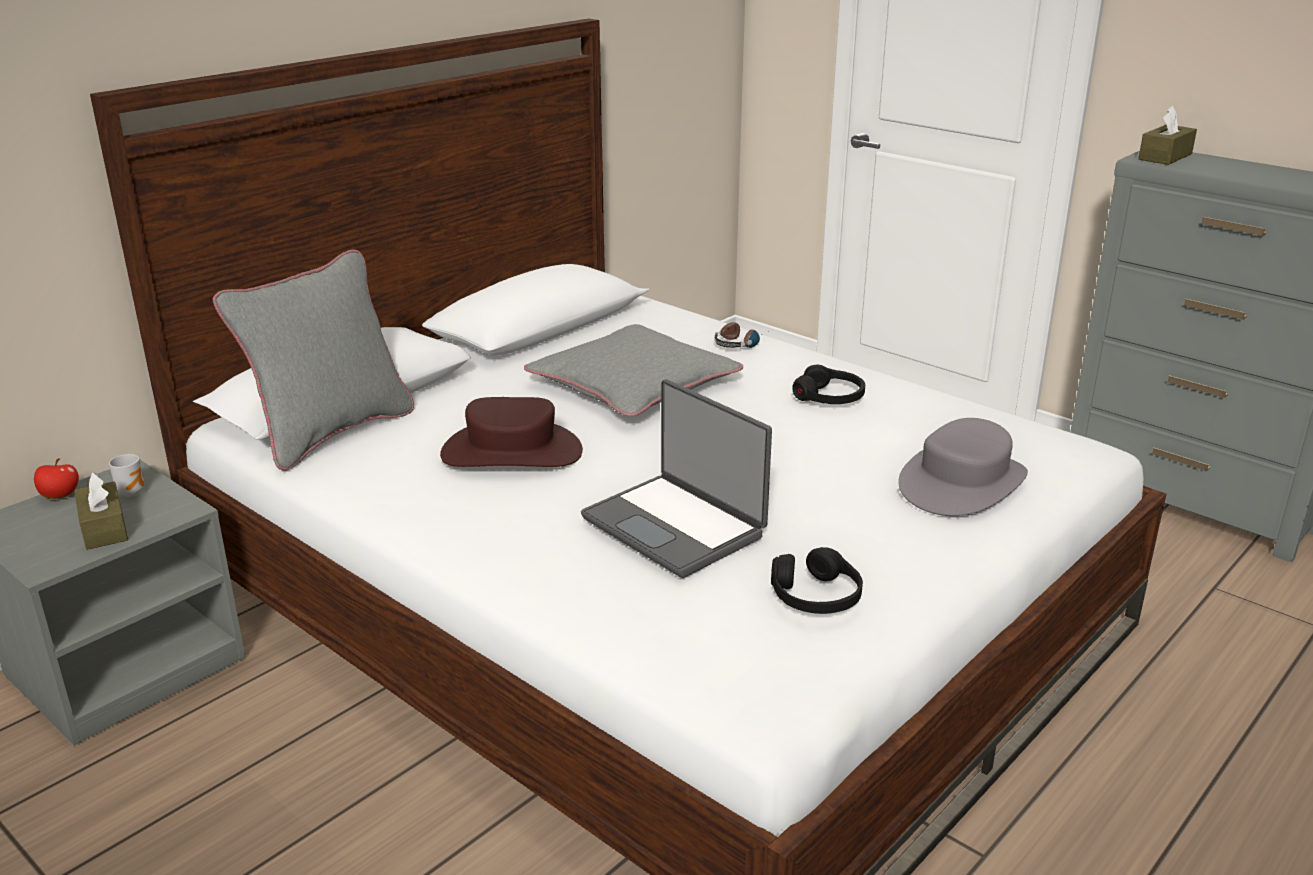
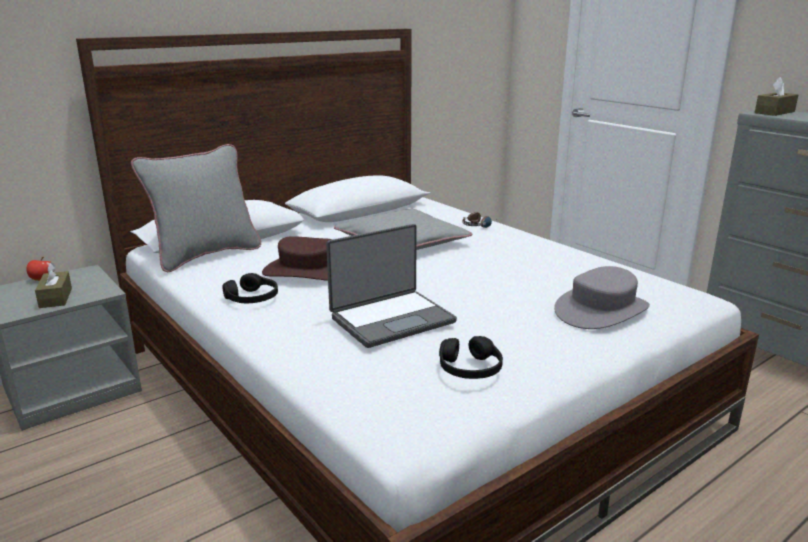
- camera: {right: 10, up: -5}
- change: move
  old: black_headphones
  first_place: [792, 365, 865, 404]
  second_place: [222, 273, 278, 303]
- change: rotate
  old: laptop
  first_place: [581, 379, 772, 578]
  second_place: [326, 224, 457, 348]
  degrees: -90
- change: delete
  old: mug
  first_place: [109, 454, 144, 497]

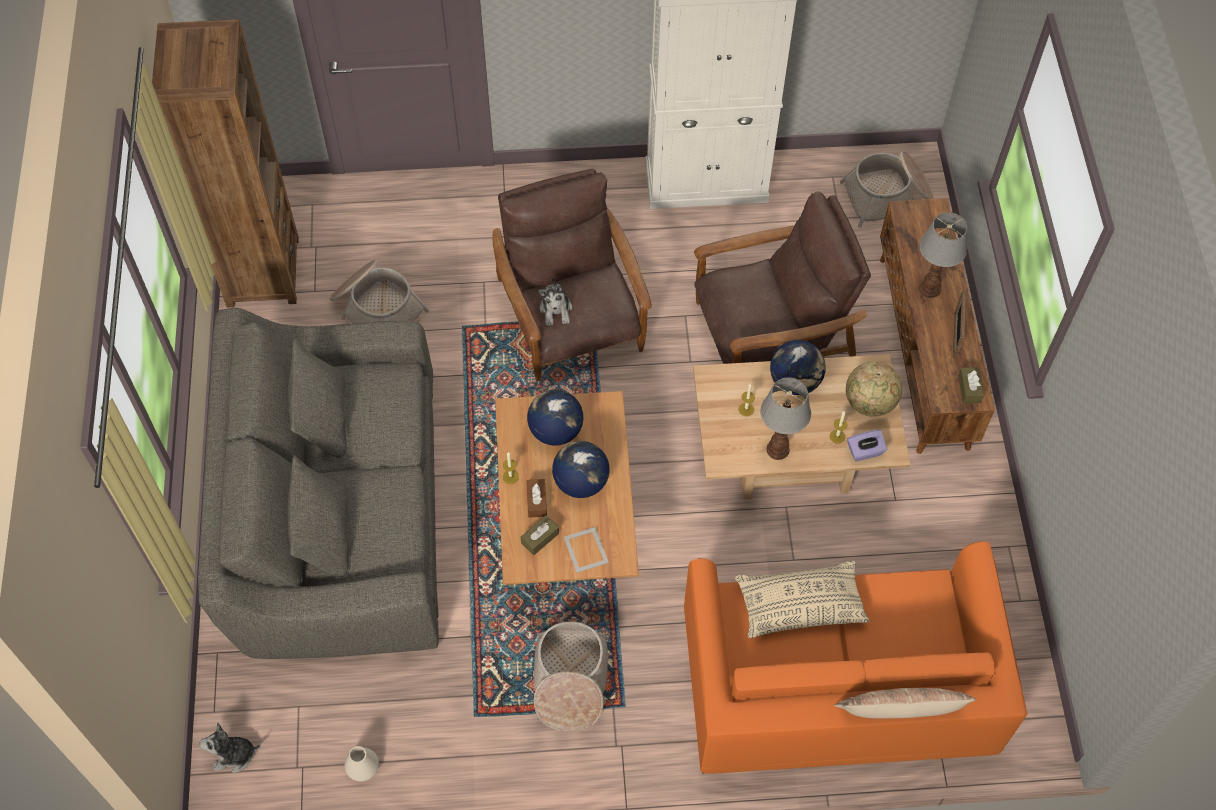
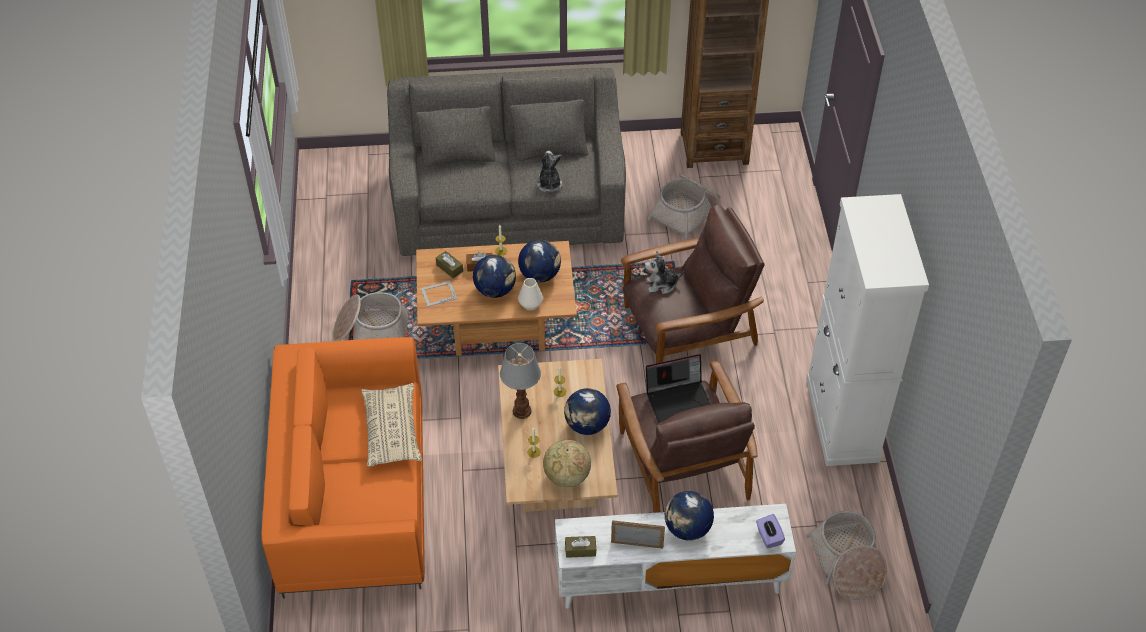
- camera: {right: 90, up: -10}
- change: move
  old: white_vase
  first_place: [345, 746, 379, 781]
  second_place: [518, 278, 543, 310]
- change: move
  old: plush_toy
  first_place: [199, 722, 261, 773]
  second_place: [537, 151, 562, 192]
- change: recolor
  old: brown_tv_stand
  new: white_tv_stand
  first_place: [880, 198, 994, 454]
  second_place: [555, 504, 796, 609]
- change: insert
  new: laptop
  second_place: [646, 354, 711, 423]
- change: replace
  old: table_lamp
  new: globe
  first_place: [919, 212, 967, 298]
  second_place: [665, 491, 714, 540]
- change: move
  old: purple_tissue_box
  first_place: [847, 430, 887, 462]
  second_place: [756, 514, 785, 549]
- change: delete
  old: pillow
  first_place: [834, 688, 976, 719]

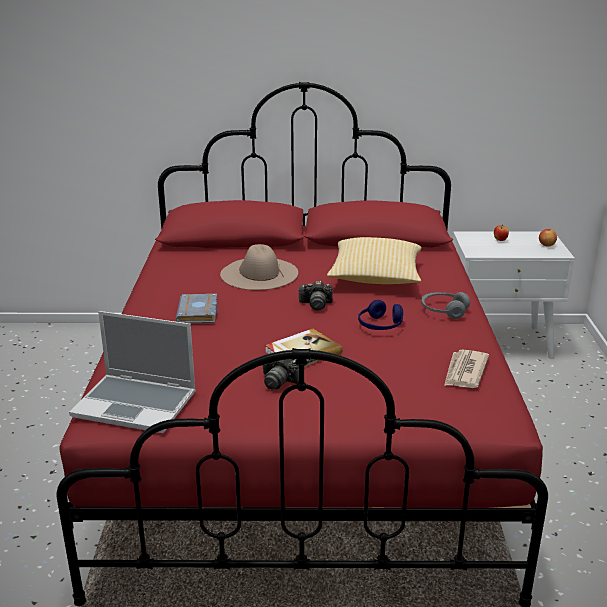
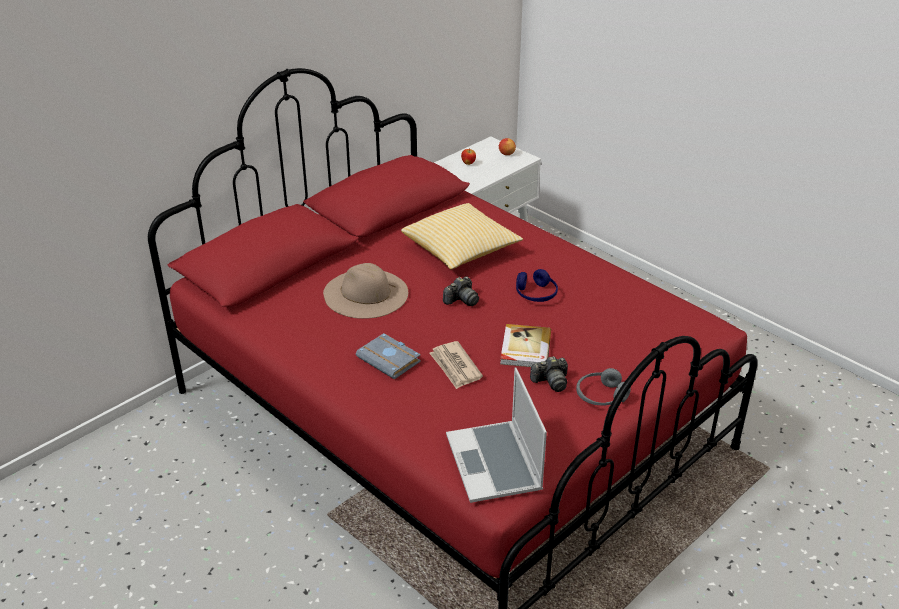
- camera: {right: -45, up: 10}
- change: move
  old: newspaper
  first_place: [444, 350, 489, 388]
  second_place: [429, 341, 483, 389]
- change: rotate
  old: laptop
  first_place: [69, 311, 196, 433]
  second_place: [446, 367, 547, 503]
  degrees: 105
- change: move
  old: grey_headphones
  first_place: [421, 292, 470, 319]
  second_place: [576, 368, 631, 405]

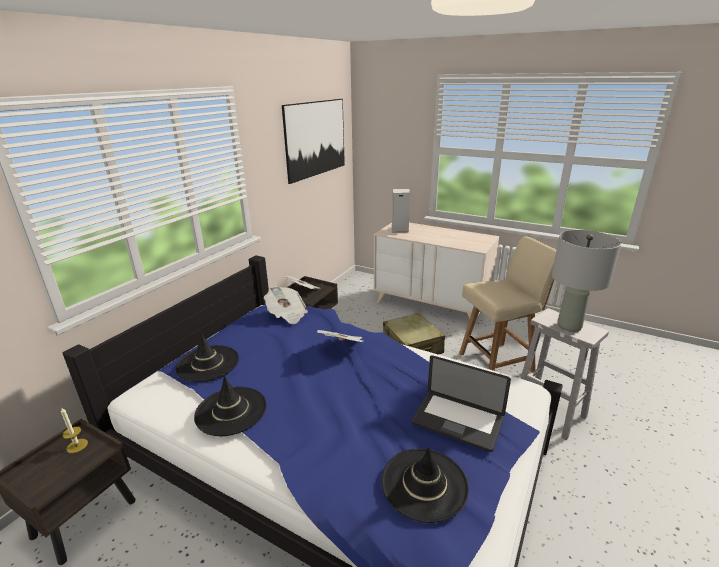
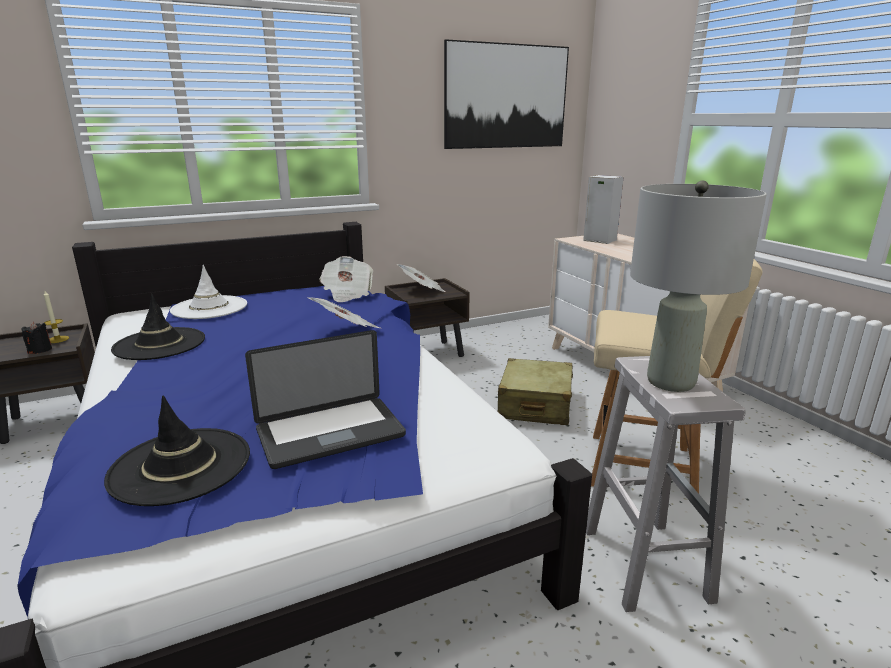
- camera: {right: 35, up: -5}
- change: insert
  new: black_candle
  second_place: [22, 321, 52, 354]
- change: recolor
  old: black_hat
  new: white_hat
  first_place: [176, 332, 239, 382]
  second_place: [170, 265, 247, 319]
- change: rotate
  old: laptop
  first_place: [411, 355, 511, 452]
  second_place: [245, 330, 406, 469]
  degrees: -90

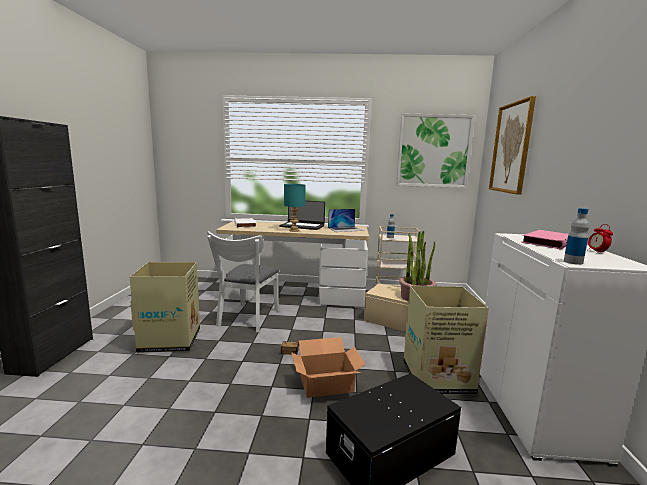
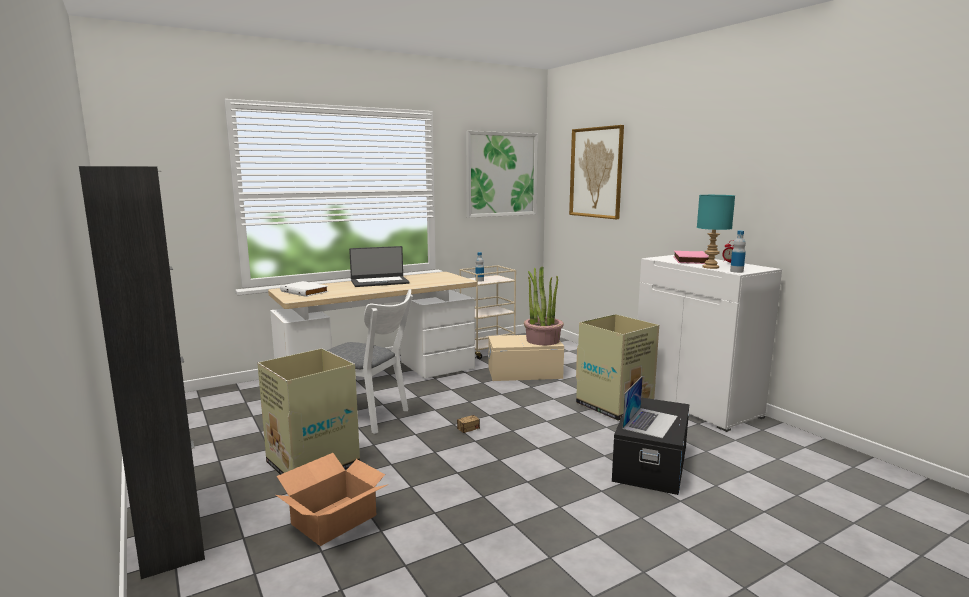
- camera: {right: -35, up: 0}
- change: move
  old: cardboard_box
  first_place: [291, 337, 366, 398]
  second_place: [276, 453, 389, 546]
- change: rotate
  old: white_chair
  first_place: [207, 231, 279, 332]
  second_place: [327, 289, 413, 434]
  degrees: -45
- change: move
  old: laptop
  first_place: [328, 209, 364, 232]
  second_place: [623, 376, 678, 439]
- change: move
  old: turquoise_table_lamp
  first_place: [284, 184, 306, 232]
  second_place: [697, 195, 735, 269]

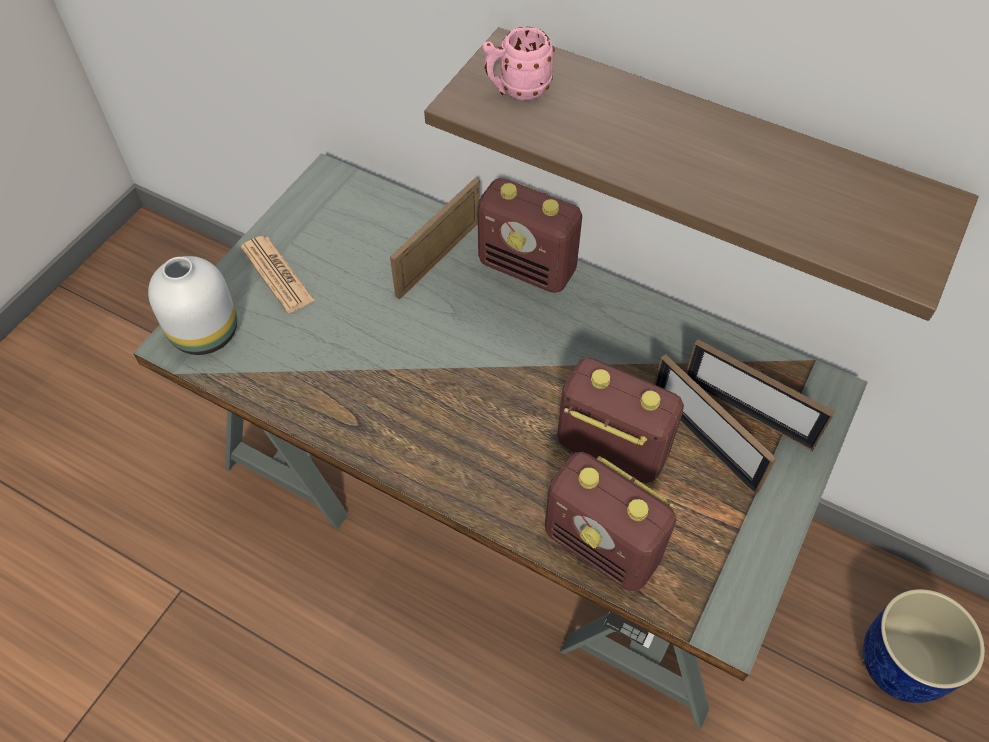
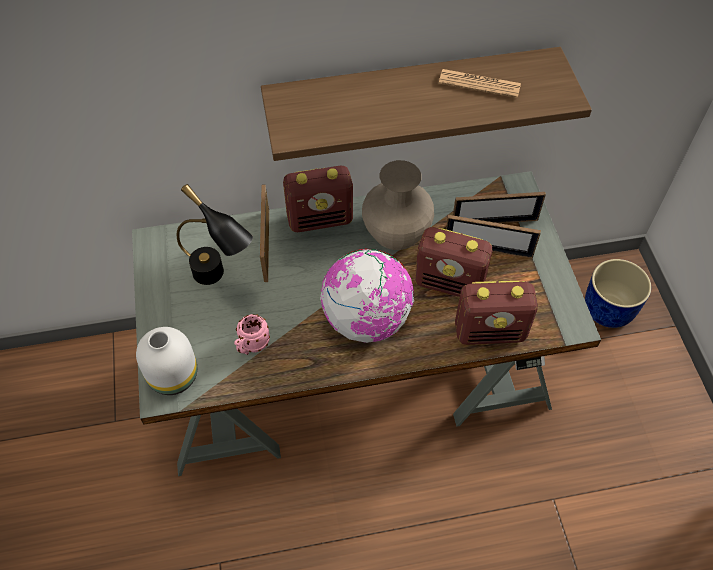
- camera: {right: -40, up: 0}
- change: insert
  new: black_table_lamp
  second_place: [177, 184, 253, 285]
- change: move
  old: pink_mug
  first_place: [482, 27, 555, 100]
  second_place: [234, 314, 270, 355]
- change: insert
  new: globe
  second_place: [320, 249, 414, 343]
- change: insert
  new: beige_vase
  second_place: [362, 160, 434, 250]
- change: rotate
  old: radio
  first_place: [557, 358, 684, 483]
  second_place: [415, 227, 492, 297]
  degrees: -150
- change: move
  old: newspaper
  first_place: [240, 236, 315, 313]
  second_place: [439, 69, 521, 98]

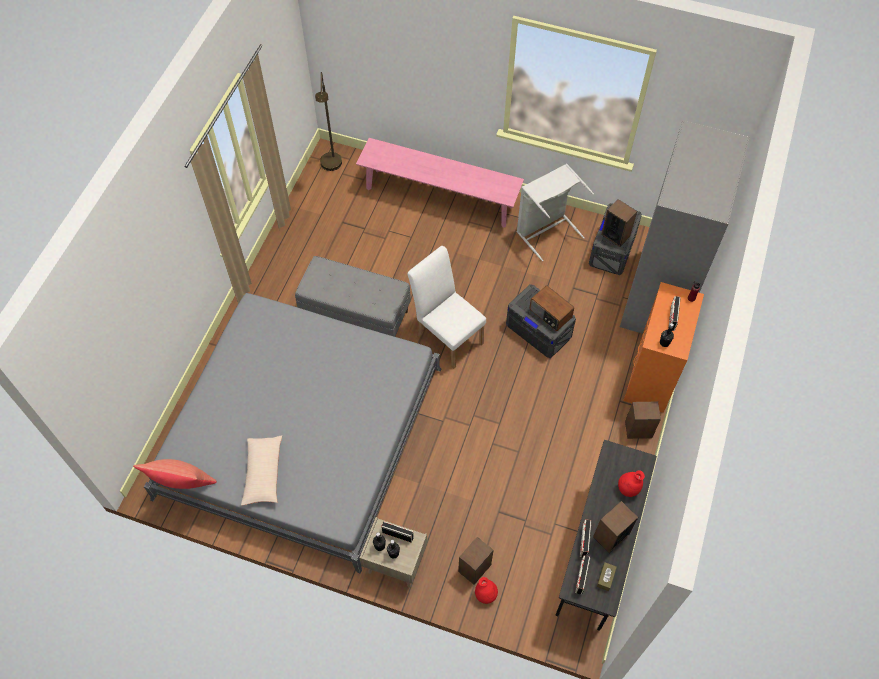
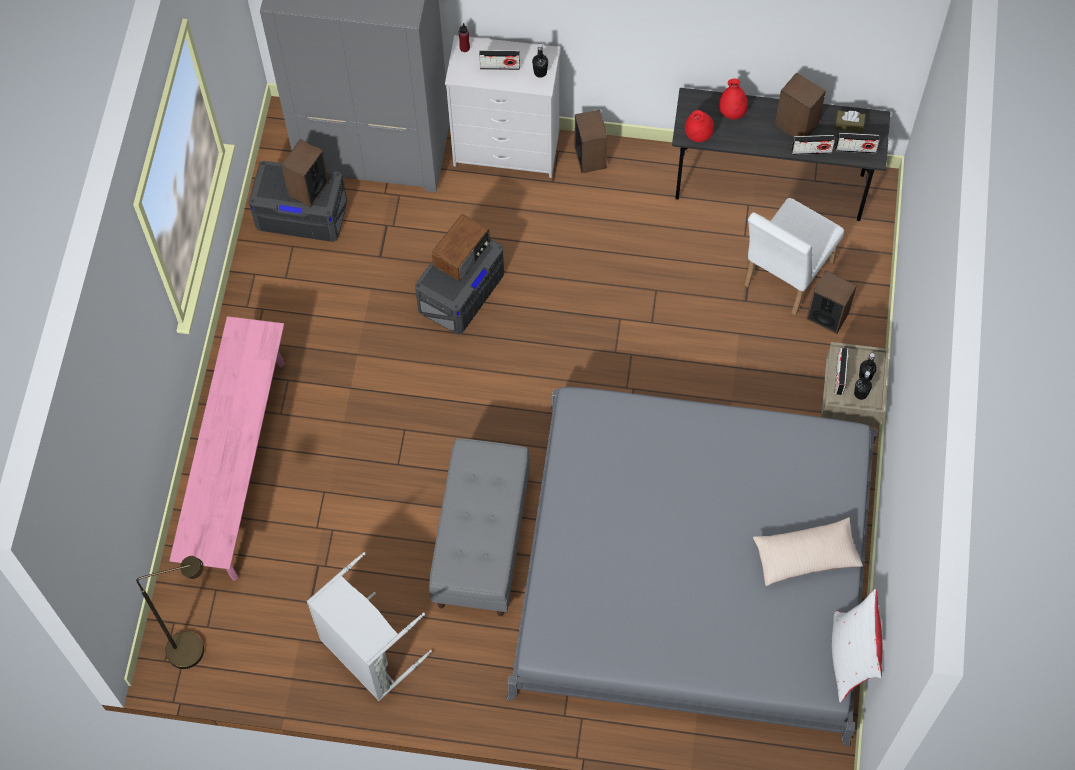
- camera: {right: -100, up: 5}
- change: move
  old: grey_laundry_basket
  first_place: [517, 163, 594, 261]
  second_place: [307, 552, 432, 701]
- change: recolor
  old: orange_dresser
  new: white_dresser
  first_place: [623, 282, 704, 413]
  second_place: [445, 35, 560, 178]
- change: move
  old: red_vase
  first_place: [475, 577, 498, 604]
  second_place: [685, 110, 714, 142]
- change: move
  old: white_chair
  first_place: [408, 246, 486, 369]
  second_place: [744, 198, 844, 316]
- change: recolor
  old: red_pillow
  new: white_pillow
  first_place: [133, 459, 217, 489]
  second_place: [832, 589, 882, 702]

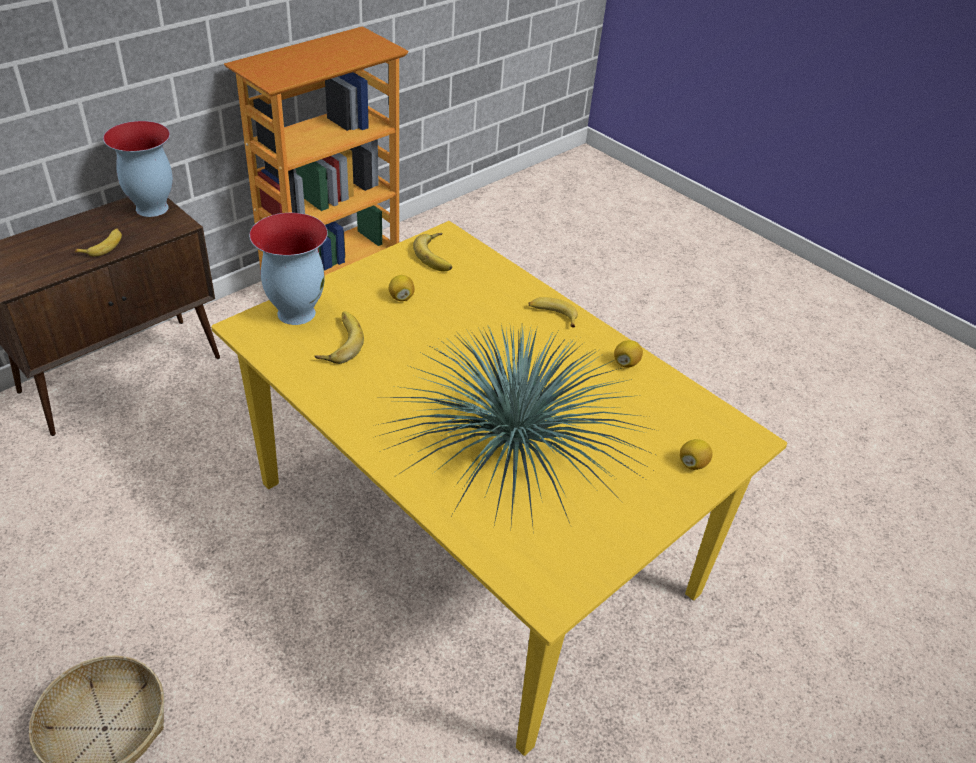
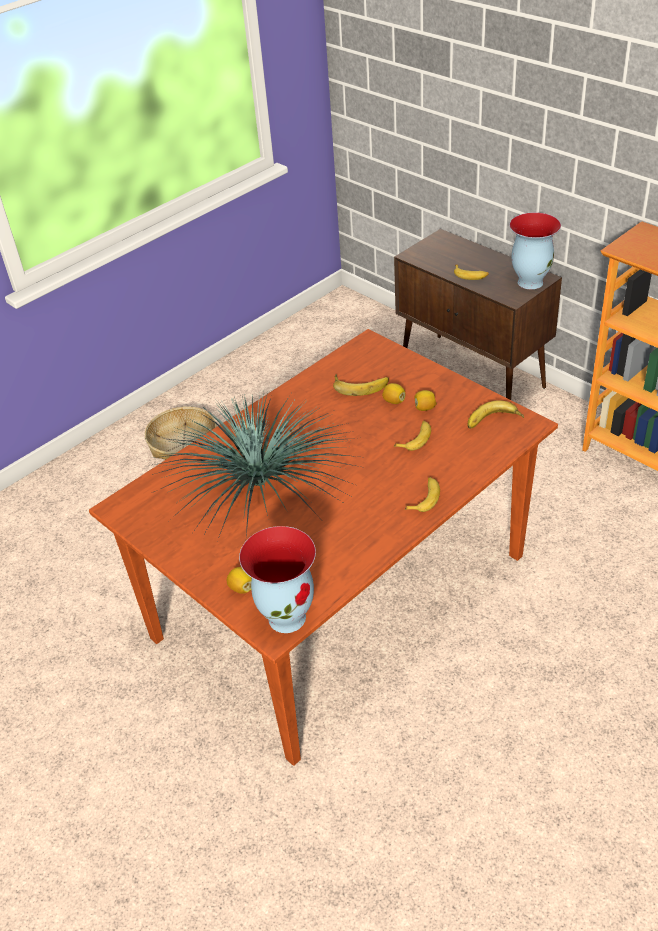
- camera: {right: 95, up: 0}
- change: recolor
  old: yellow_dining_table
  new: brown_dining_table
  first_place: [211, 221, 787, 756]
  second_place: [89, 329, 558, 766]
- change: move
  old: vase
  first_place: [249, 213, 328, 325]
  second_place: [239, 526, 316, 633]
- change: move
  old: lemon
  first_place: [614, 340, 643, 368]
  second_place: [382, 383, 405, 404]
- change: insert
  new: banana
  second_place: [394, 421, 431, 451]

